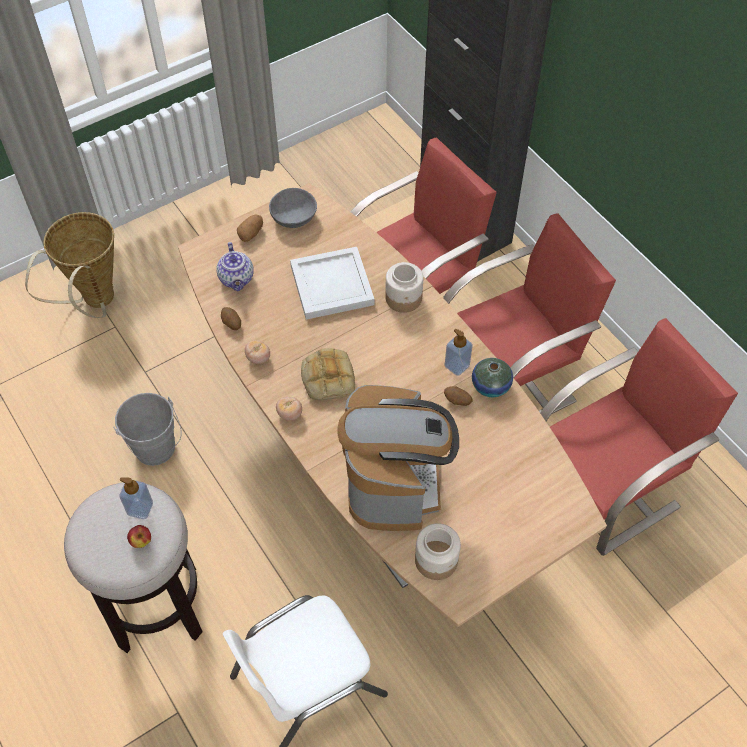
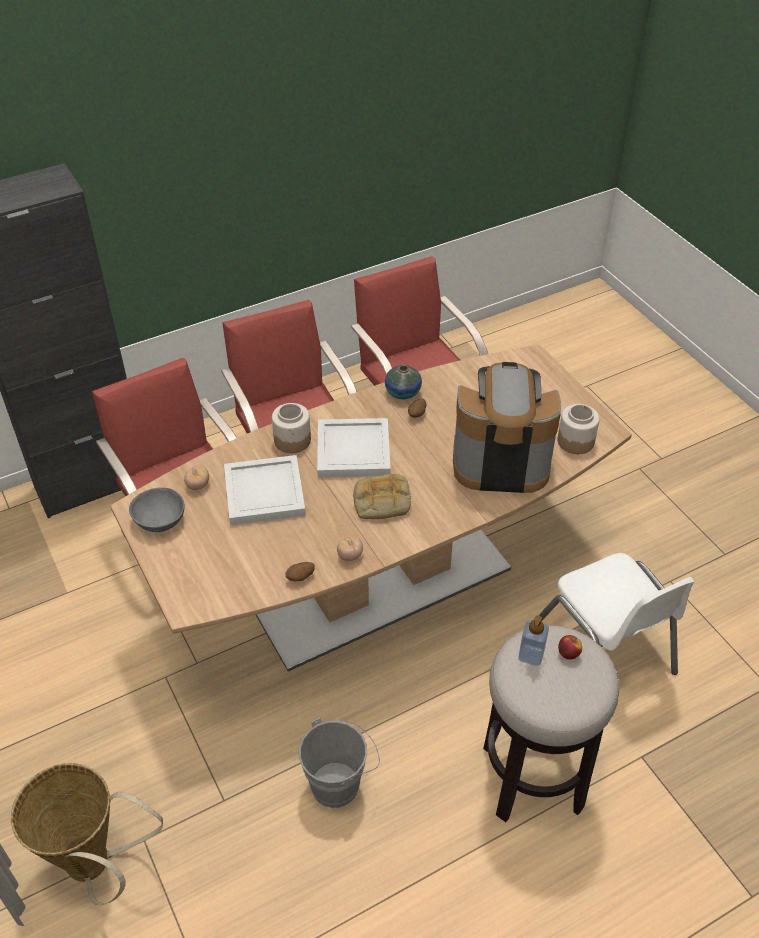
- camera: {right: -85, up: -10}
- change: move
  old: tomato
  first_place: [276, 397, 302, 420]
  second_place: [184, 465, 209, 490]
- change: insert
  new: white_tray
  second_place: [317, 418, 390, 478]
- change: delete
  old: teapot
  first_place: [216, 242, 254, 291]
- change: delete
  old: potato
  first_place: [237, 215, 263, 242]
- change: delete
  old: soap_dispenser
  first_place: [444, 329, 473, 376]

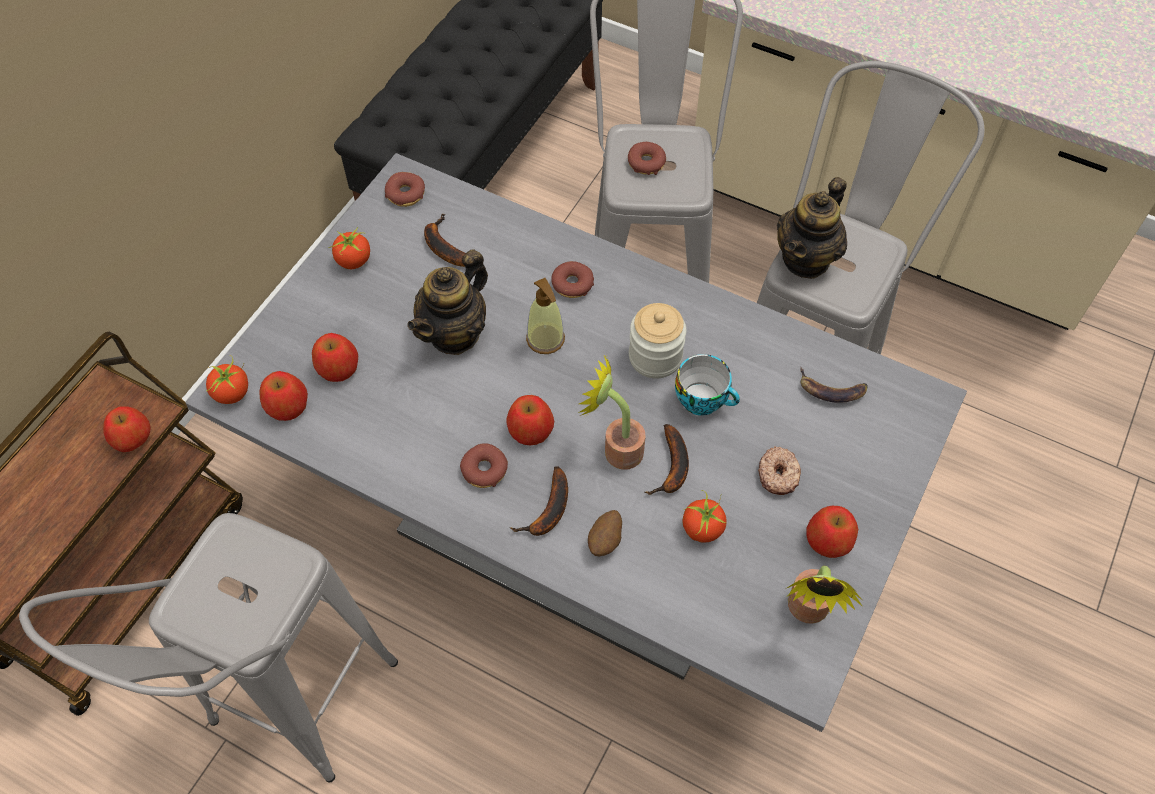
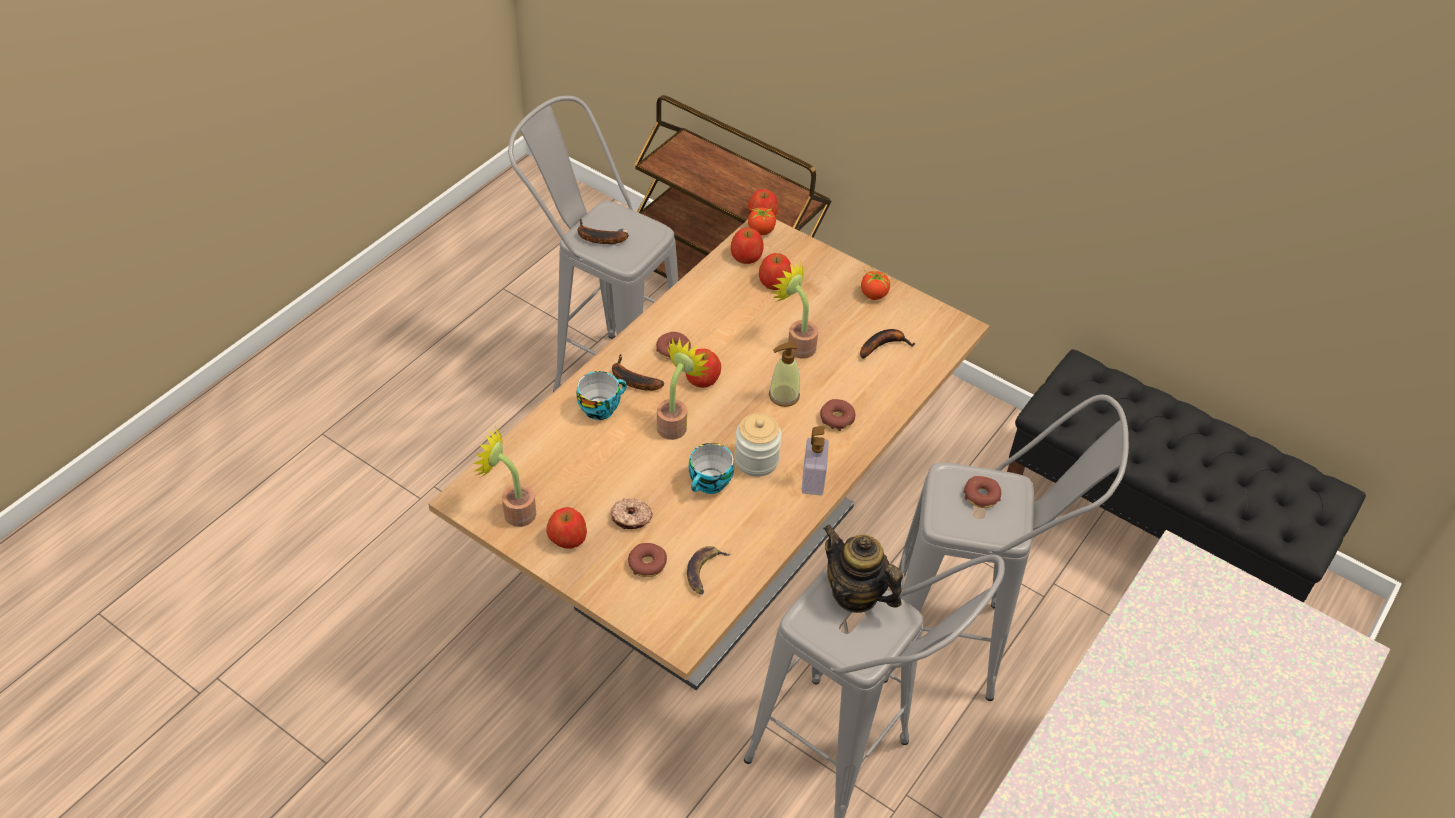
- camera: {right: 95, up: -10}
- change: recolor
  old: grey_dining_table
  new: brown_dining_table
  first_place: [185, 153, 967, 732]
  second_place: [428, 219, 989, 690]
- change: replace
  old: potato
  new: cup
  first_place: [588, 510, 622, 557]
  second_place: [577, 371, 627, 420]
- change: move
  old: banana
  first_place: [645, 424, 689, 495]
  second_place: [578, 219, 629, 244]
- change: move
  old: donut
  first_place: [385, 172, 425, 207]
  second_place: [628, 543, 667, 577]
- change: replace
  old: teapot
  new: potted_plant
  first_place: [407, 249, 488, 355]
  second_place: [771, 260, 818, 358]
- change: insert
  new: soap_dispenser
  second_place: [802, 426, 829, 496]
- change: delete
  old: tomato
  first_place: [683, 490, 727, 543]

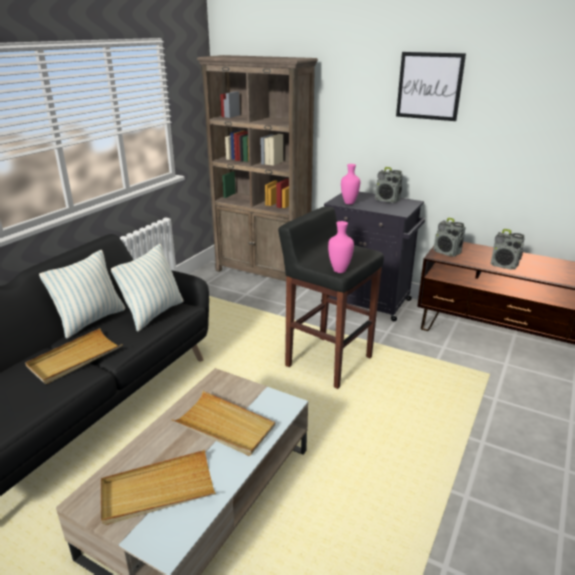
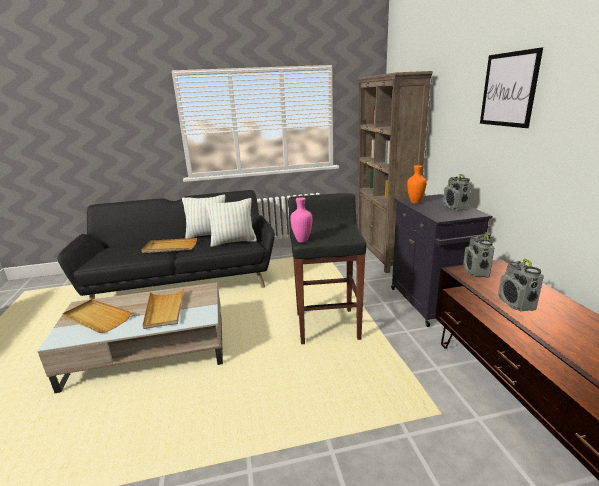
- camera: {right: 50, up: -5}
- change: recolor
  old: pink_vase
  new: orange_vase
  first_place: [341, 164, 360, 205]
  second_place: [407, 165, 427, 204]

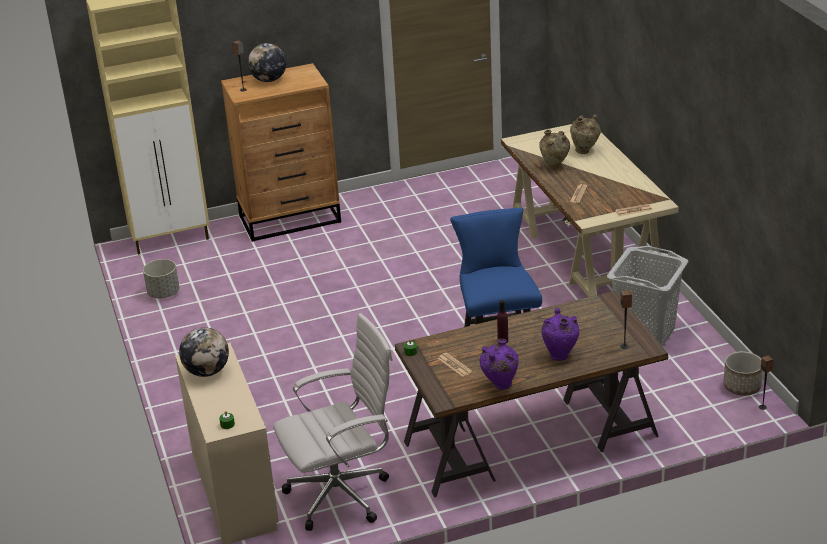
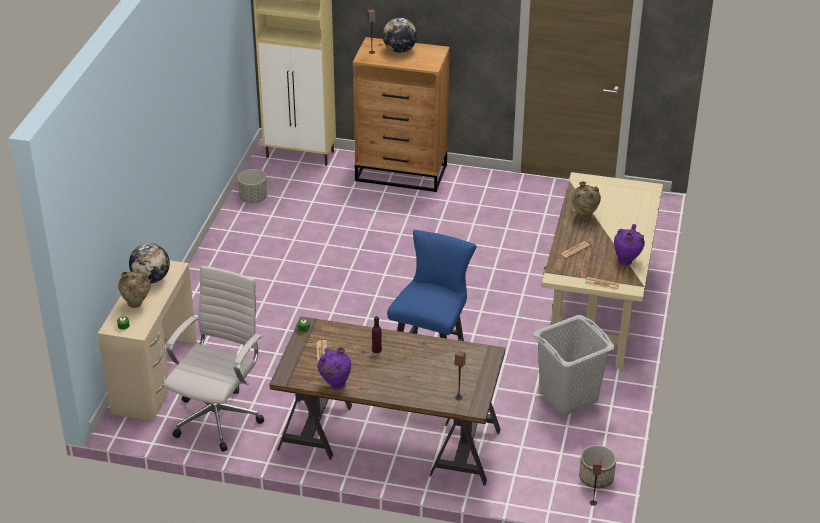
- camera: {right: 30, up: 5}
- change: move
  old: beige_vase
  first_place: [570, 114, 601, 154]
  second_place: [118, 268, 151, 308]
- change: rotate
  old: white_office_chair
  first_place: [273, 313, 393, 531]
  second_place: [164, 266, 264, 452]
  degrees: -75
- change: move
  old: purple_vase
  first_place: [541, 308, 580, 361]
  second_place: [614, 224, 645, 265]

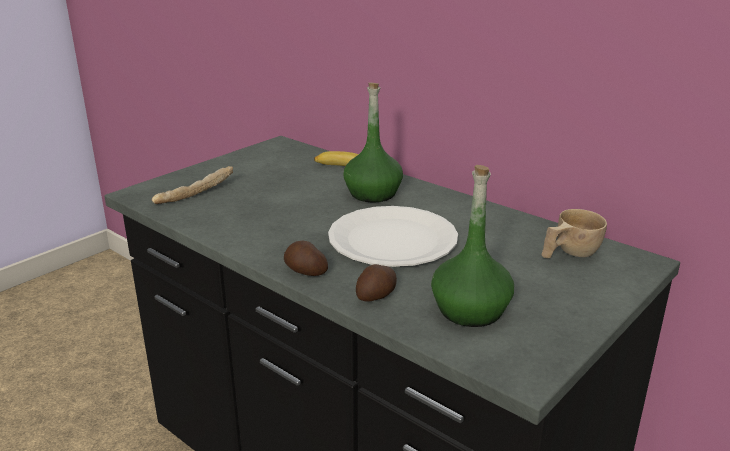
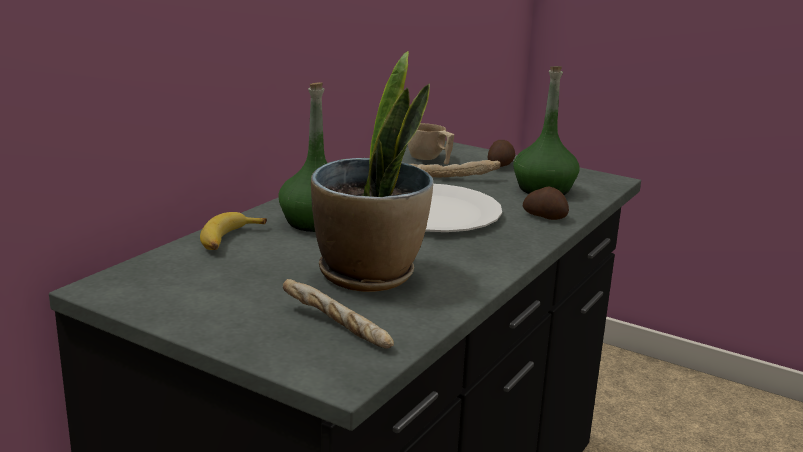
- camera: {right: -100, up: -5}
- change: insert
  new: potted_plant
  second_place: [311, 51, 433, 292]
- change: insert
  new: bread
  second_place: [410, 160, 501, 178]
- change: move
  old: potato
  first_place: [284, 241, 328, 276]
  second_place: [488, 140, 515, 167]

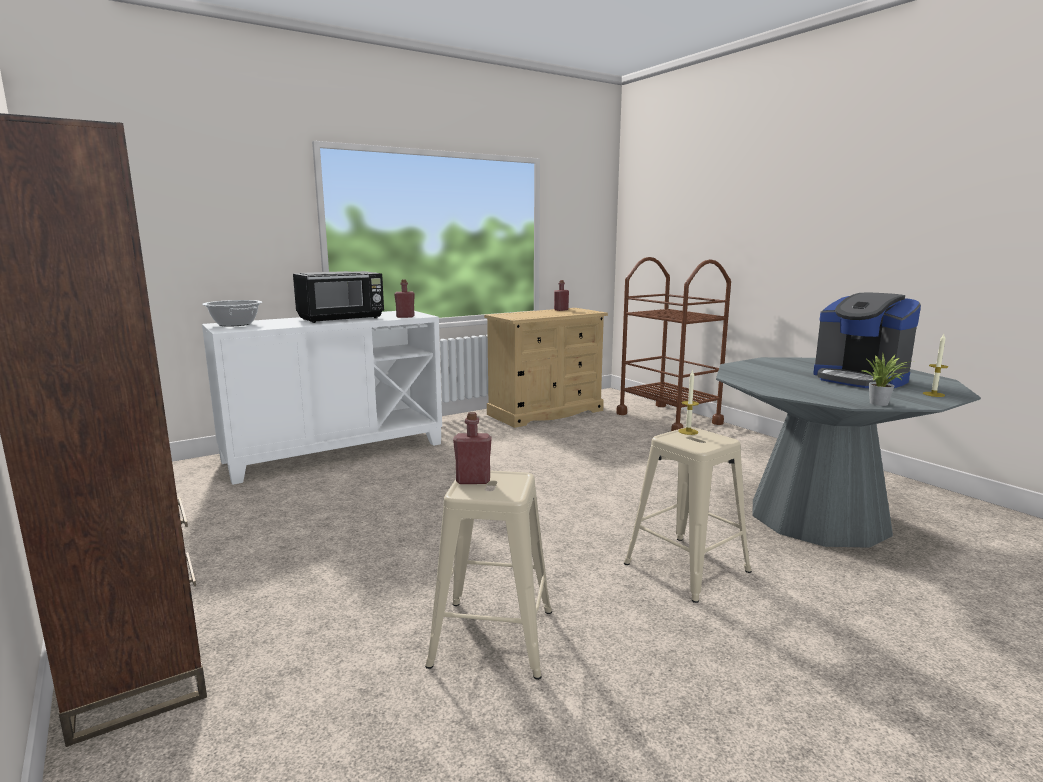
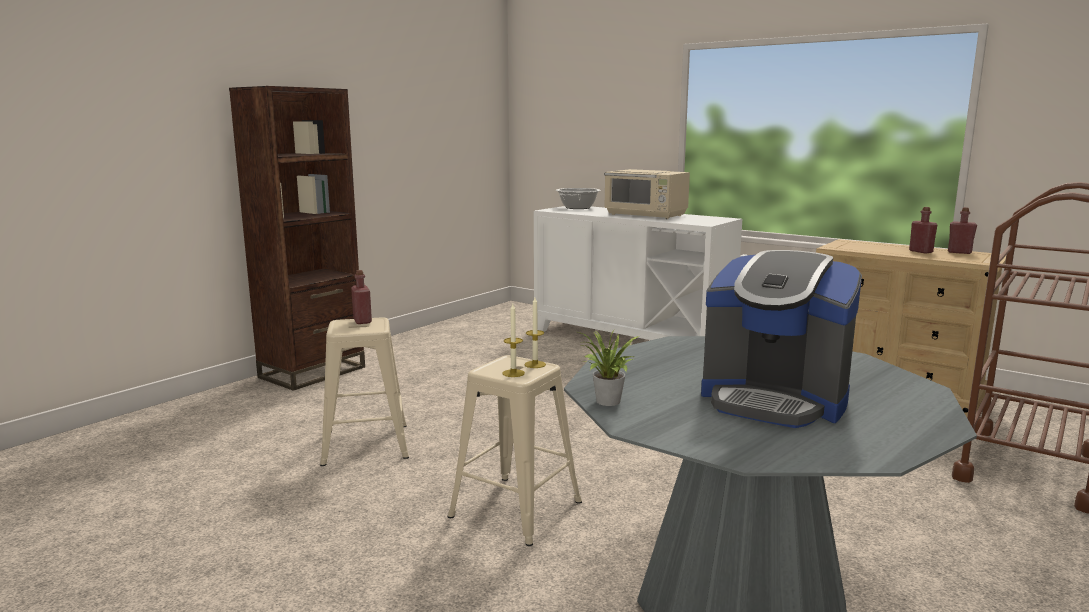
- camera: {right: 70, up: 0}
- change: move
  old: candle
  first_place: [923, 334, 948, 397]
  second_place: [502, 304, 525, 377]
- change: recolor
  old: black_microwave
  new: beige_microwave
  first_place: [293, 271, 384, 323]
  second_place: [604, 169, 690, 219]
- change: rotate
  old: coffee_machine
  first_place: [813, 293, 921, 388]
  second_place: [701, 250, 862, 428]
  degrees: -90
- change: move
  old: red_bottle
  first_place: [394, 279, 415, 318]
  second_place: [909, 207, 938, 253]

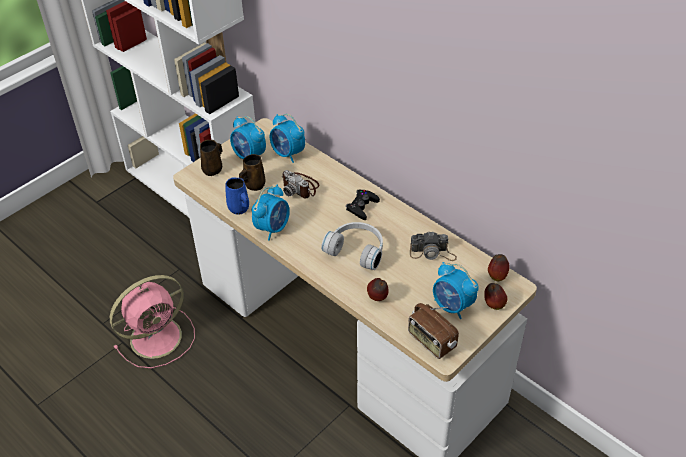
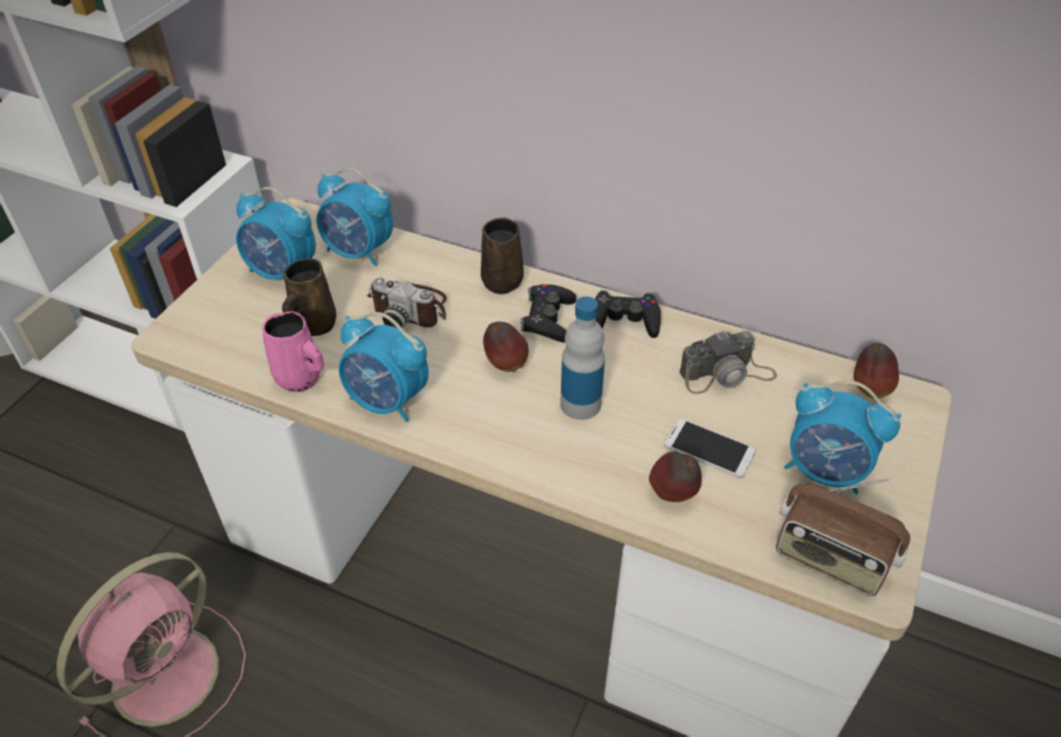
- camera: {right: -20, up: 0}
- change: recolor
  old: blue_mug
  new: pink_mug
  first_place: [225, 177, 249, 215]
  second_place: [262, 311, 324, 392]
- change: rotate
  old: alarm_clock
  first_place: [252, 184, 290, 241]
  second_place: [339, 312, 429, 422]
  degrees: 105
- change: move
  old: brown_mug
  first_place: [200, 140, 222, 176]
  second_place: [481, 217, 524, 294]
- change: move
  old: apple
  first_place: [484, 283, 507, 310]
  second_place: [483, 322, 529, 372]
- change: replace
  old: white_headphones
  new: bottle
  first_place: [321, 222, 383, 270]
  second_place: [560, 296, 605, 420]
- change: insert
  new: black_game_controller
  second_place: [595, 290, 661, 338]
- change: insert
  new: phone
  second_place: [664, 419, 756, 478]

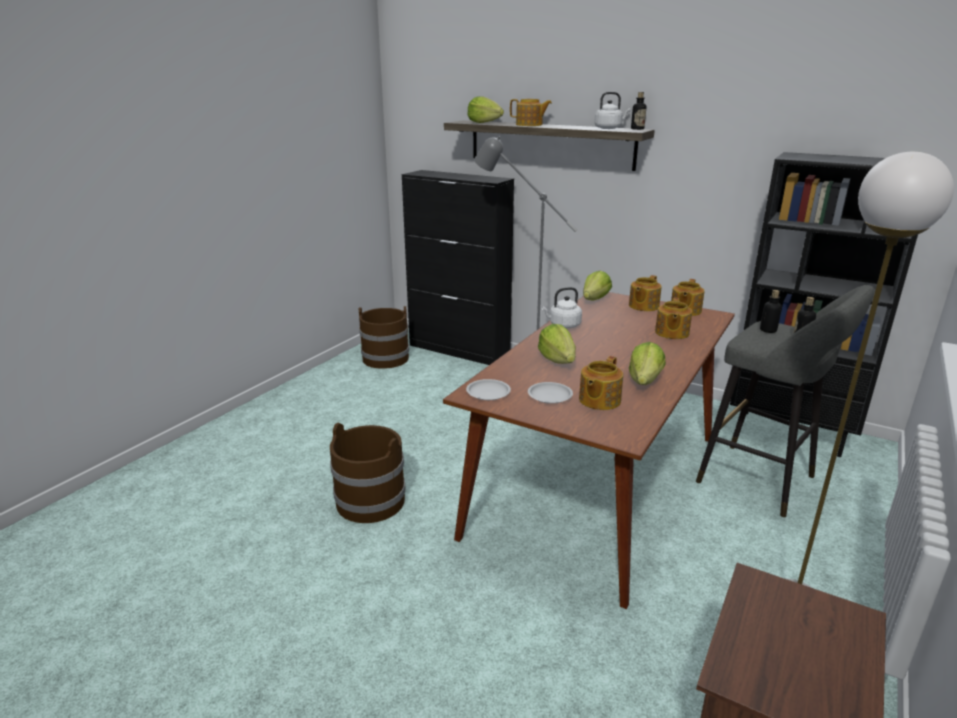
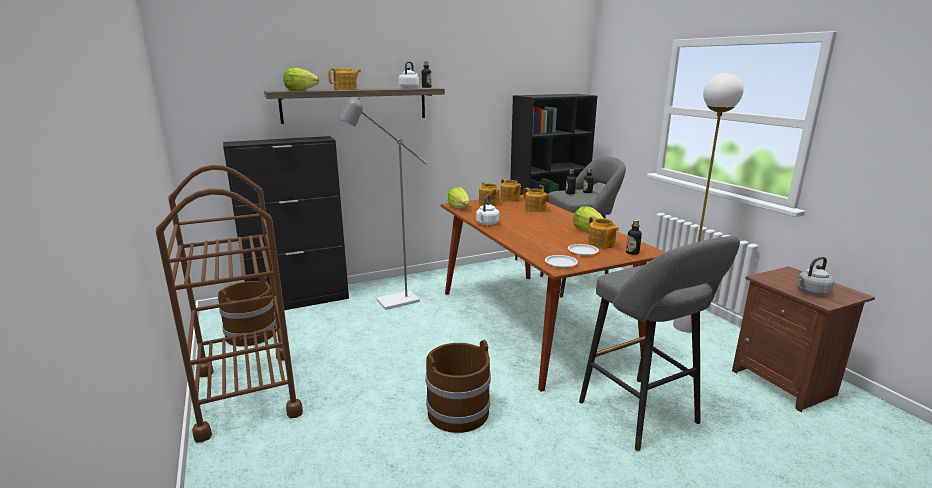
- camera: {right: -55, up: -5}
- change: insert
  new: brown_cart
  second_place: [156, 165, 303, 443]
- change: insert
  new: grey_stool
  second_place: [579, 236, 740, 451]
- change: insert
  new: bottle
  second_place: [626, 220, 642, 255]
- change: insert
  new: grey_kettle
  second_place: [797, 257, 834, 295]
- change: delete
  old: lettuce
  first_place: [538, 324, 576, 364]

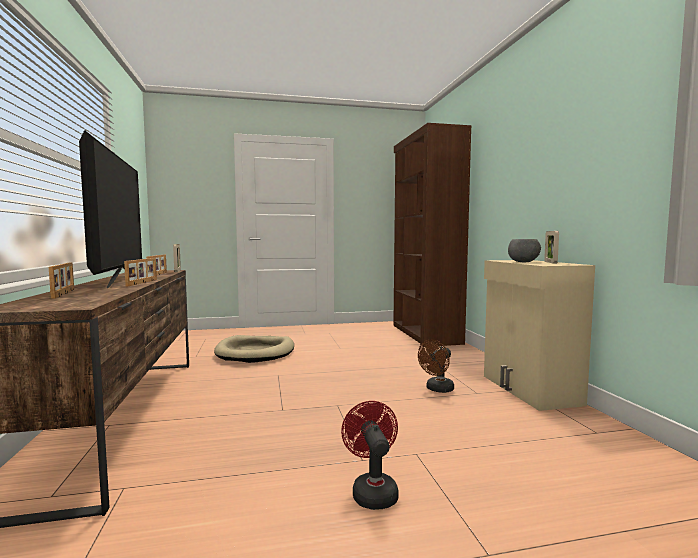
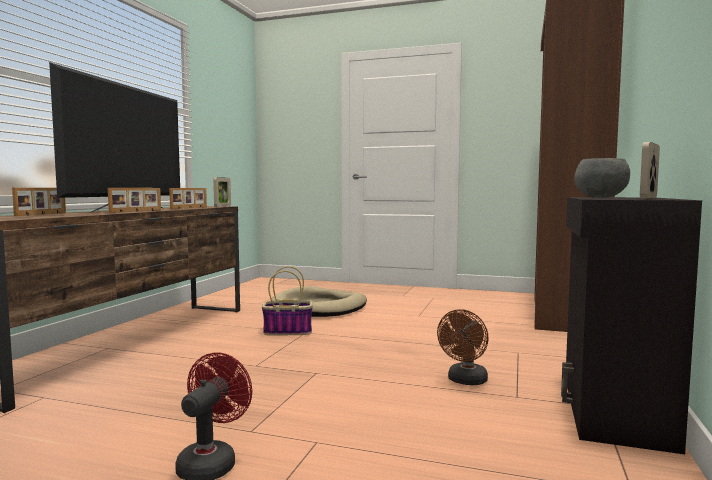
- camera: {right: 30, up: 0}
- change: insert
  new: basket
  second_place: [262, 266, 313, 336]
- change: rotate
  old: brown_fan
  first_place: [418, 339, 454, 393]
  second_place: [437, 309, 489, 385]
  degrees: -45
- change: recolor
  old: beige_cabinet
  new: black_cabinet
  first_place: [484, 260, 595, 411]
  second_place: [561, 197, 702, 454]

